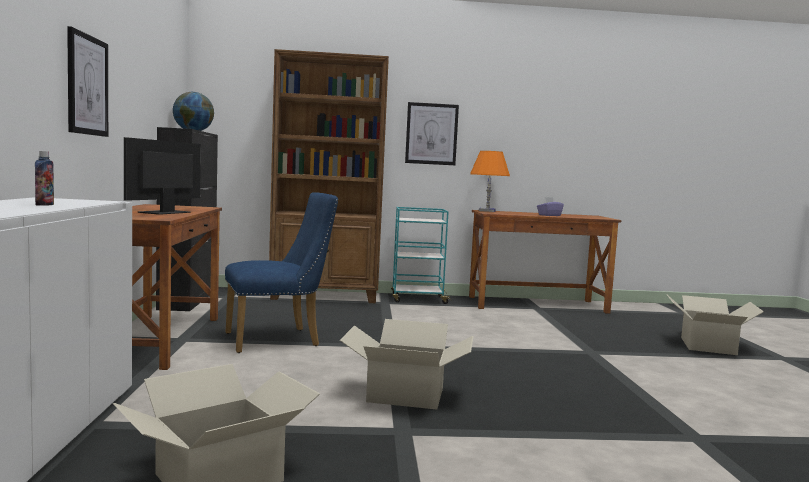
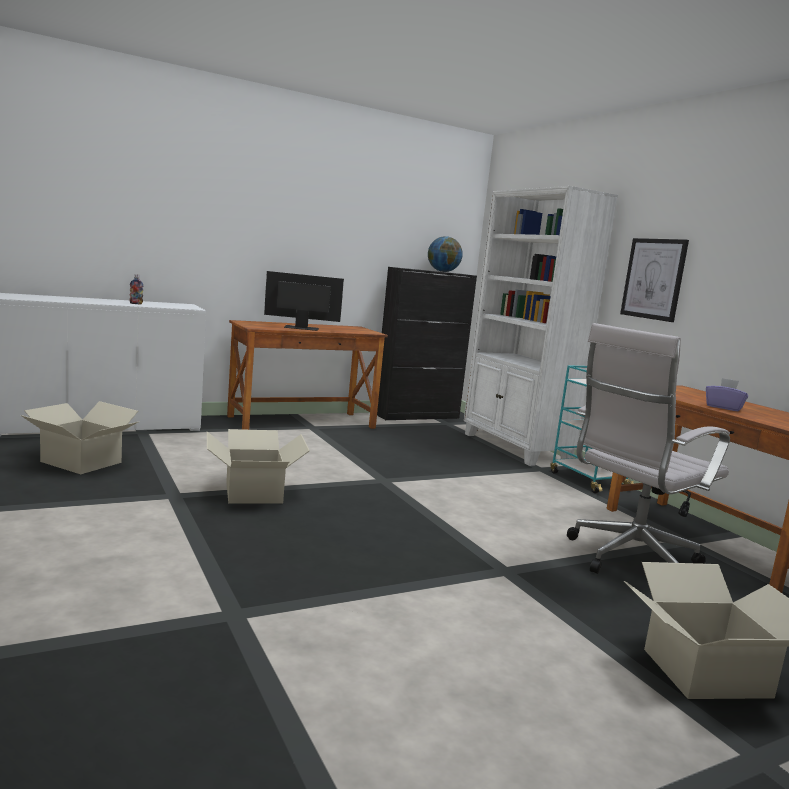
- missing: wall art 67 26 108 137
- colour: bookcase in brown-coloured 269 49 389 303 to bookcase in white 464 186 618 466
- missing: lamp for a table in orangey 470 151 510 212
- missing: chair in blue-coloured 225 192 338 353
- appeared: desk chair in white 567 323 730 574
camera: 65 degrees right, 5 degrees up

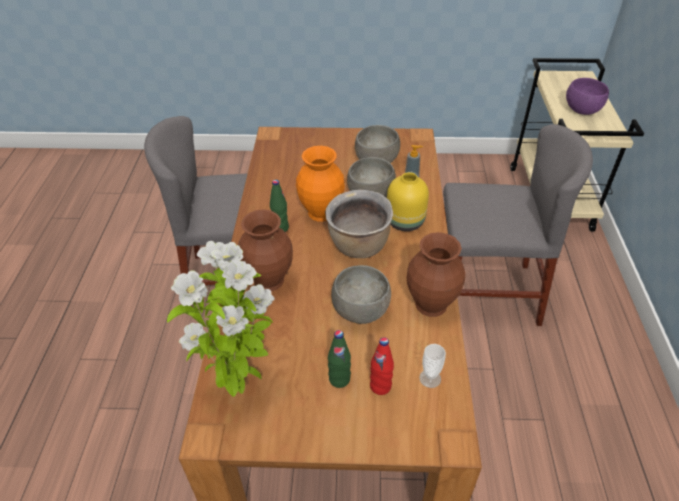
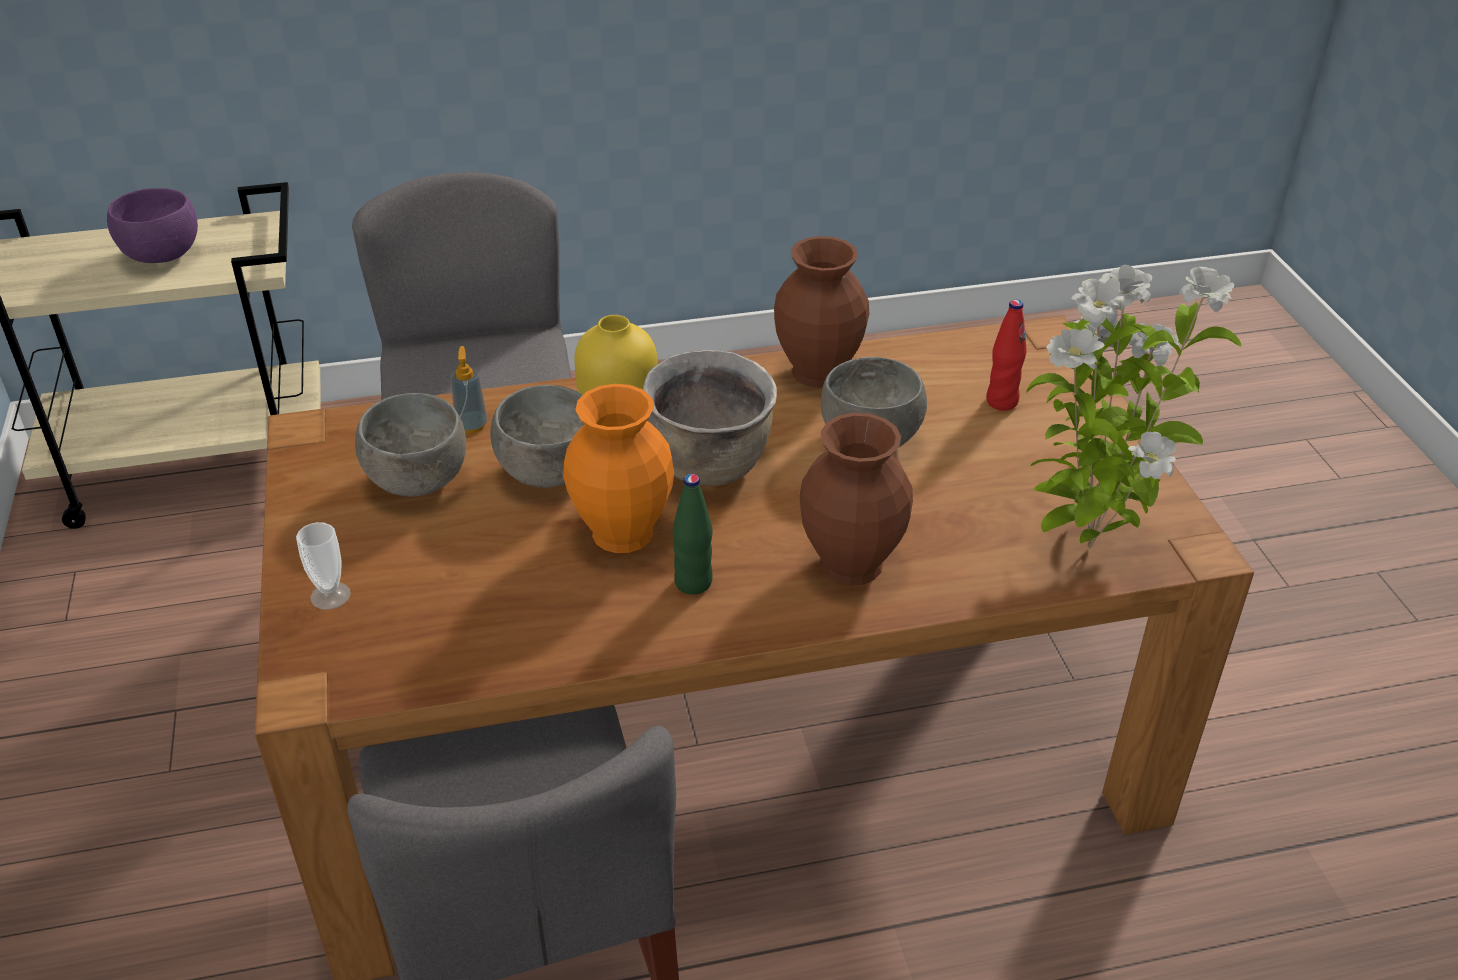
- missing: beverage bottle in green 328 330 351 388
- relocated: cup 419 344 446 388 to 296 522 351 610
camera: 105 degrees left, 5 degrees down

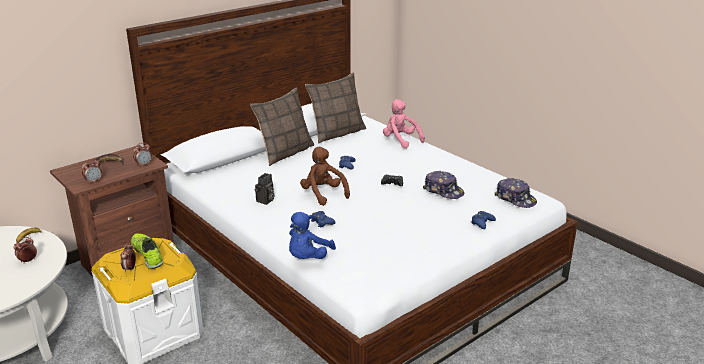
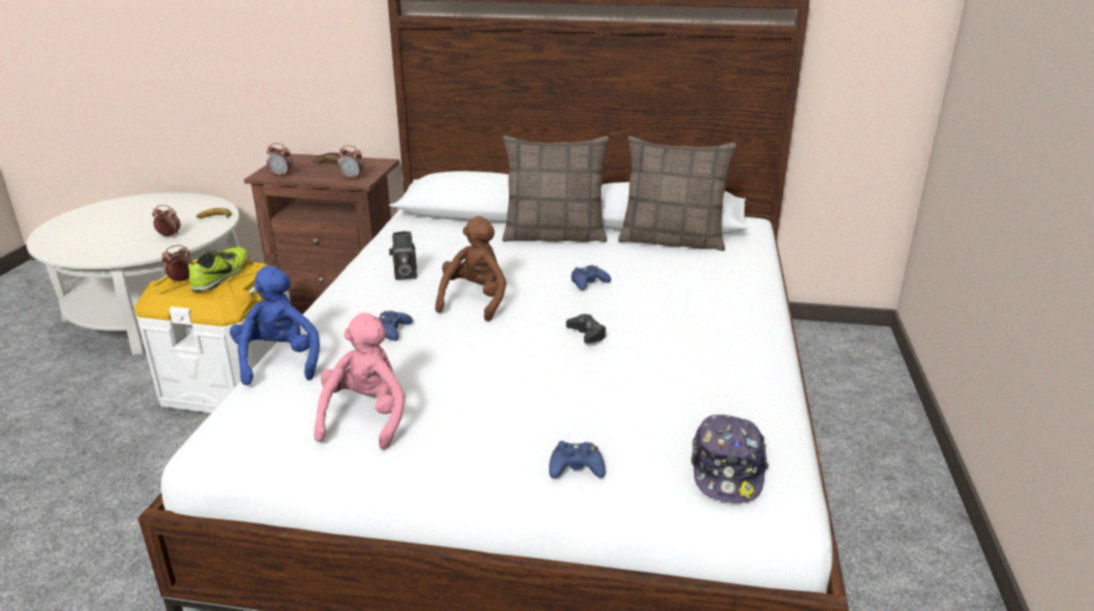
- relocated: cuddly toy in pinkish 383 99 425 149 to 314 313 405 450
- missing: baseball cap 423 171 464 199
- spun: cuddly toy in blue-coloured 289 212 336 259 = 230 266 320 385 90 degrees clockwise
camera: 50 degrees right, 0 degrees up

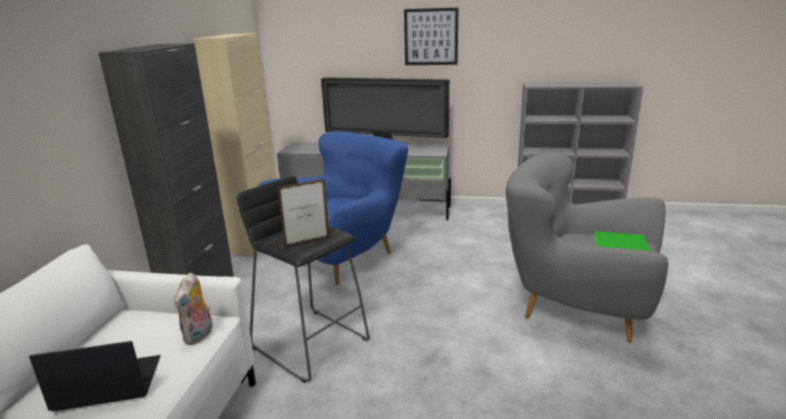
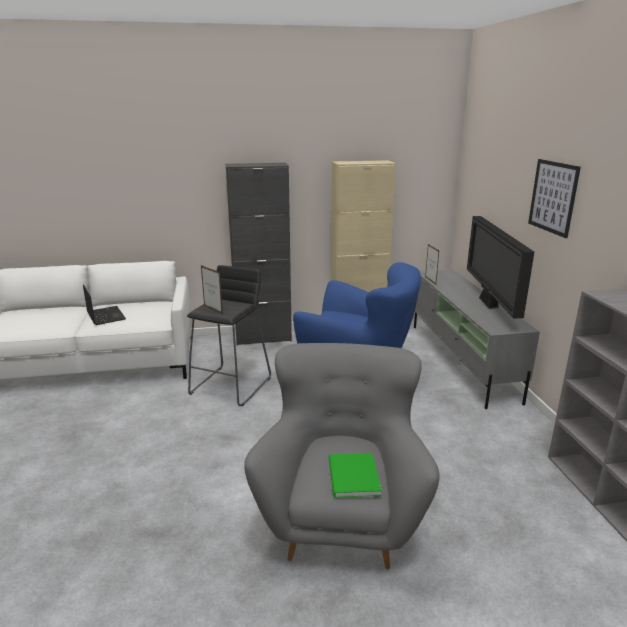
- missing: cuddly toy 174 273 213 345
- appeared: picture frame 425 244 439 285
camera: 70 degrees right, 0 degrees up

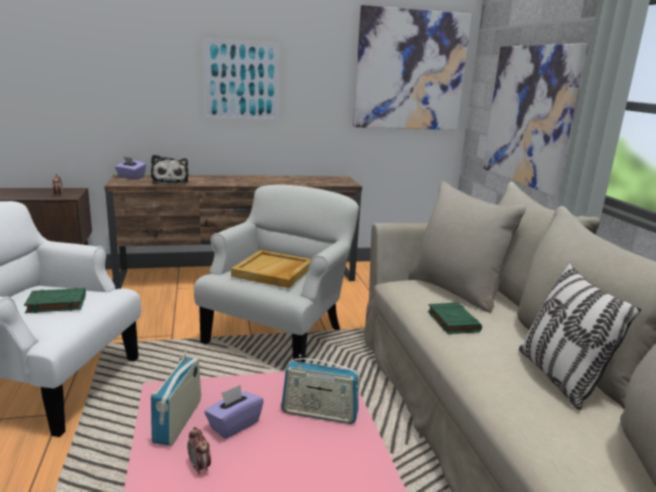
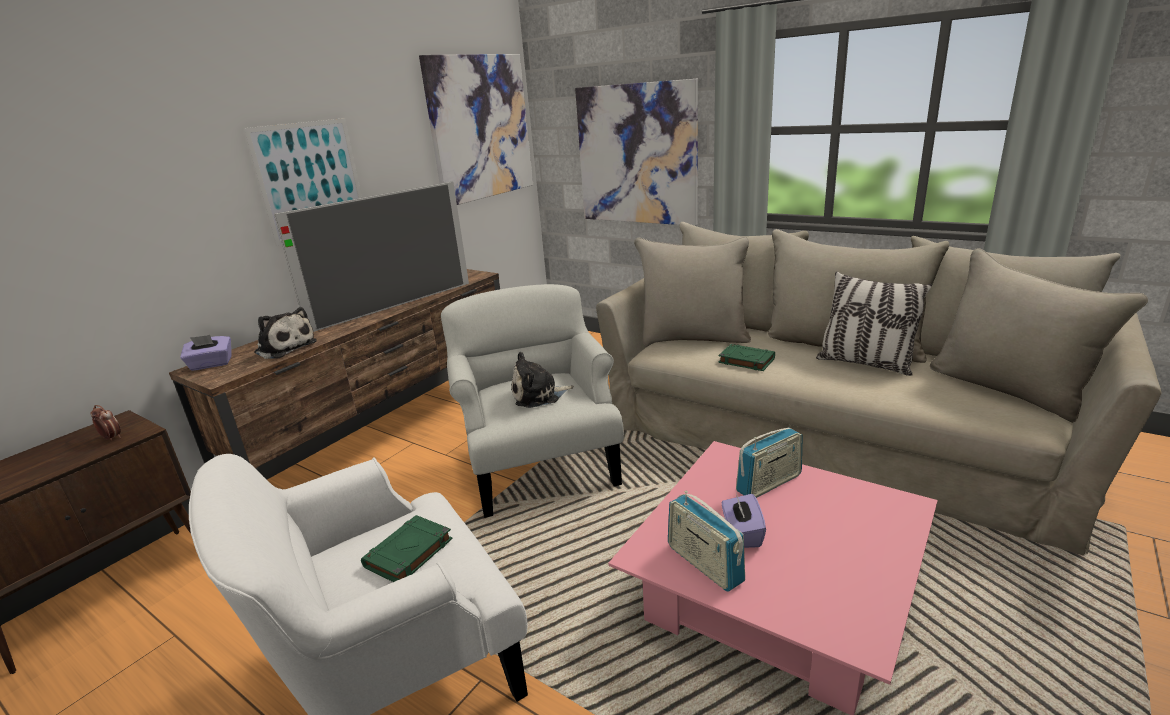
- exchanged: tray in sand-coloured 231 250 311 288 to cuddly toy 511 352 574 408
- missing: bedside clock 187 427 211 475
- appeared: TV 274 182 469 332
camera: 40 degrees left, 5 degrees up

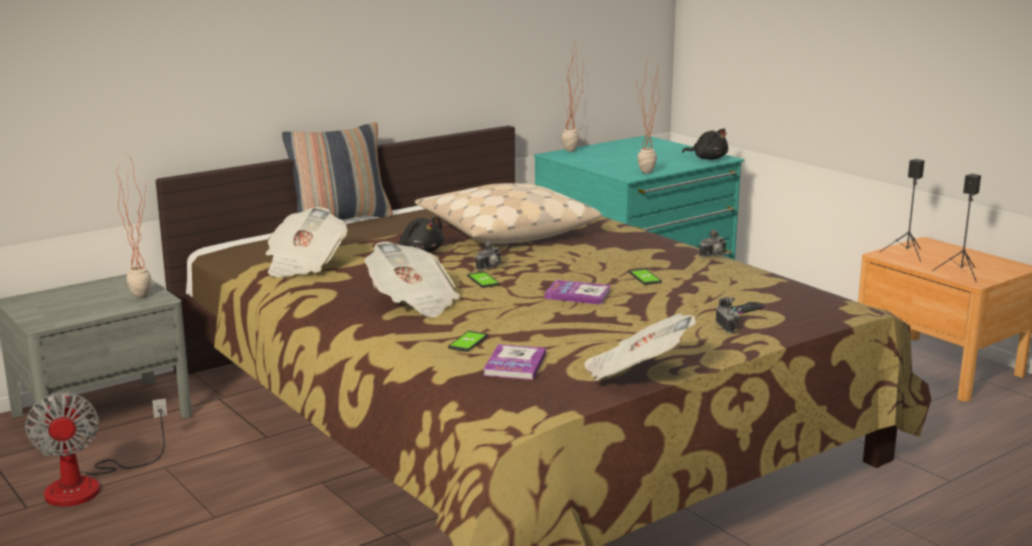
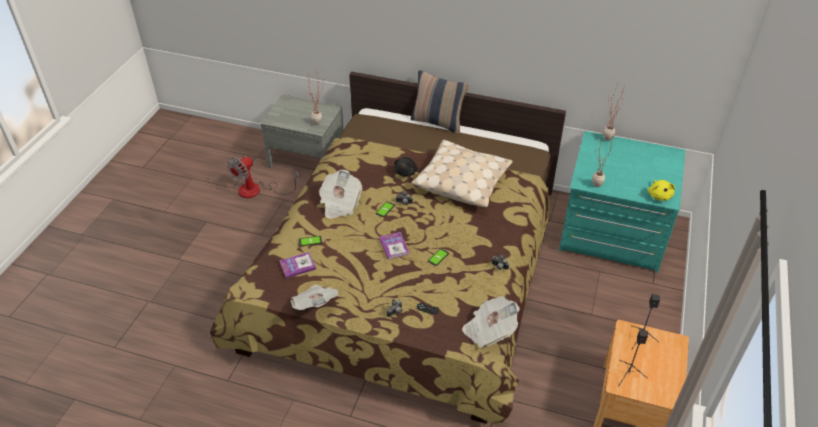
- colour: cuddly toy in black 682 128 728 160 to cuddly toy in yellowish 648 180 675 201
- relocated: daily paper 265 207 347 277 to 462 296 520 348
camera: 55 degrees right, 25 degrees up

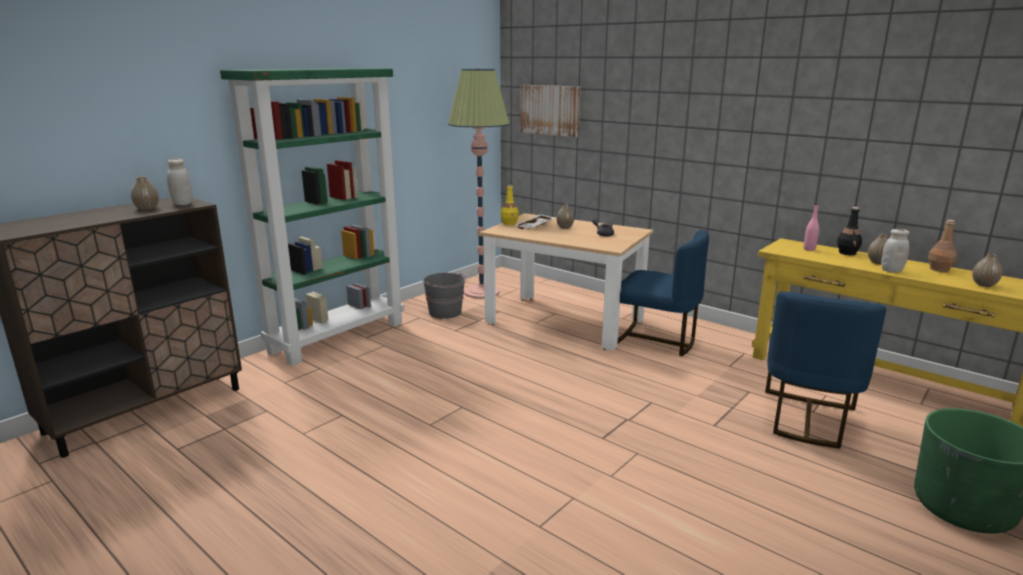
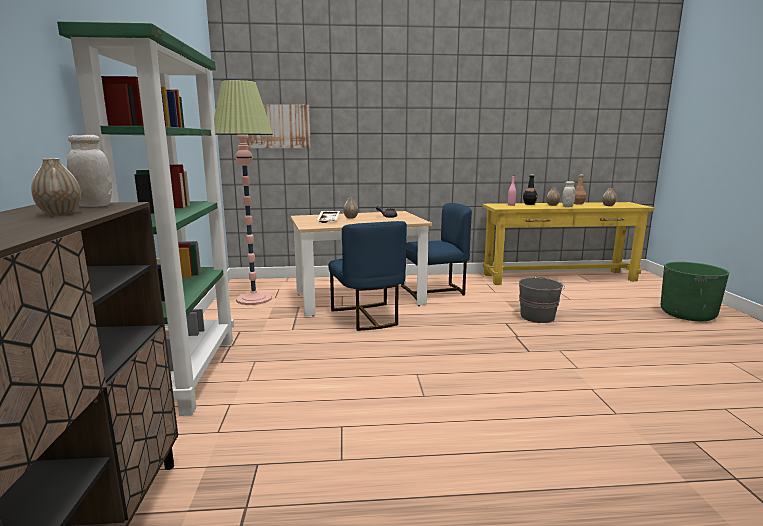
- missing: beverage bottle in yellowish 501 185 519 225
- relocated: water bucket in grey 423 273 467 319 to 519 276 565 323
- relocated: chair in blue-coloured 765 291 886 448 to 329 221 407 331
camera: 45 degrees left, 5 degrees down

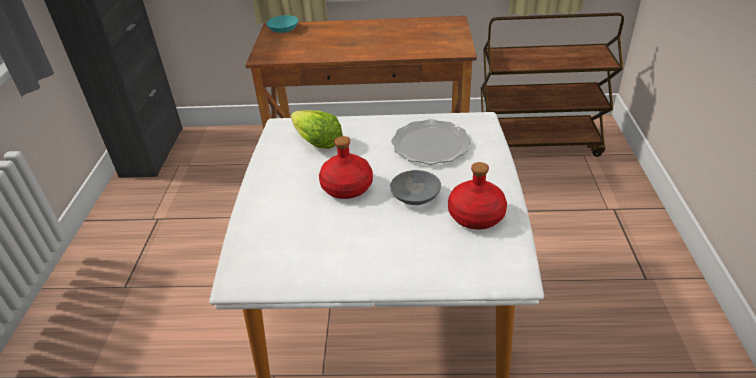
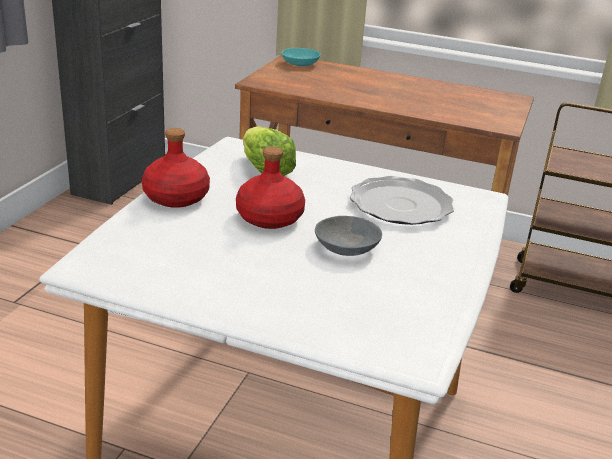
- relocated: beverage bottle in reddish 448 162 507 230 to 142 128 210 208
camera: 15 degrees right, 10 degrees down

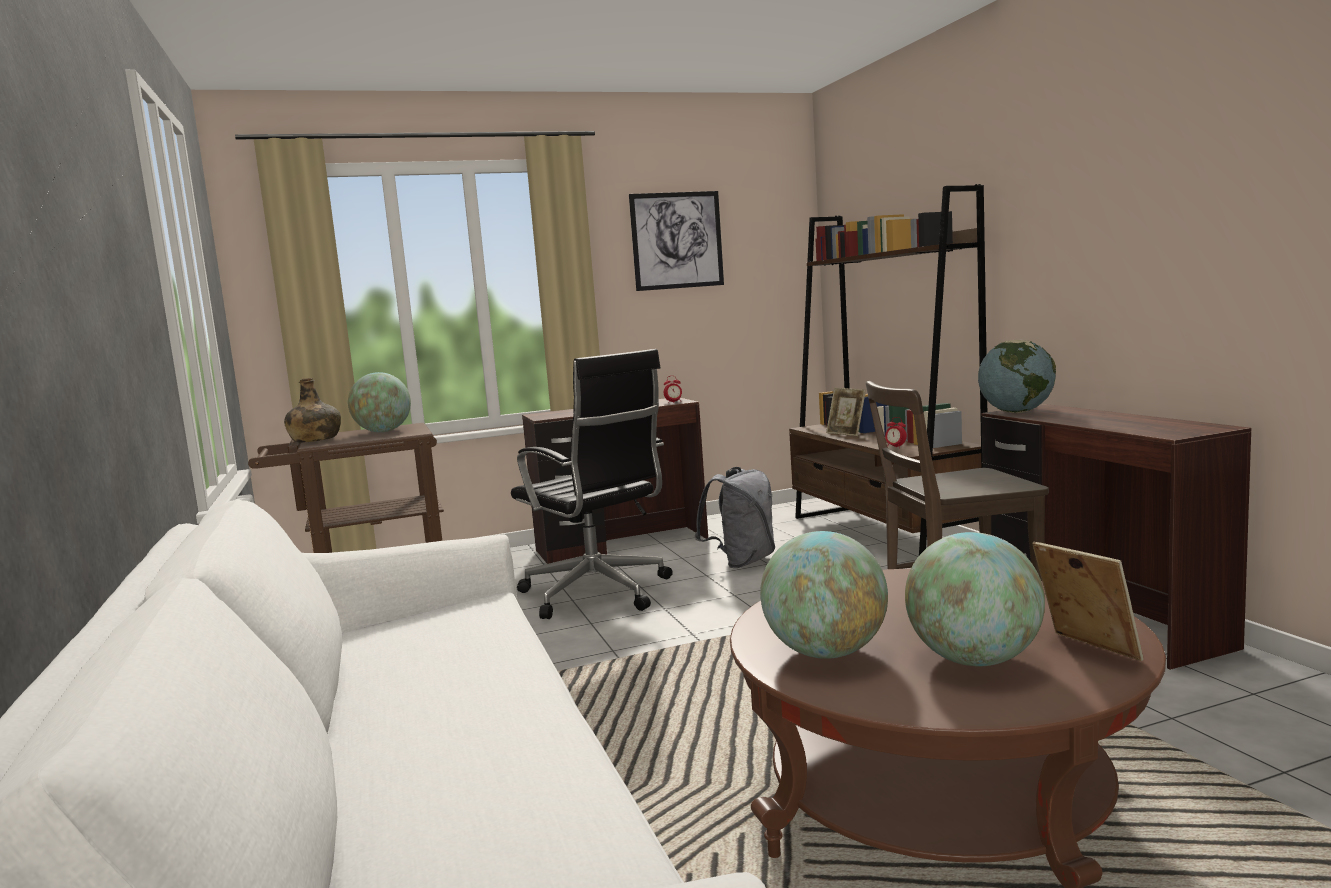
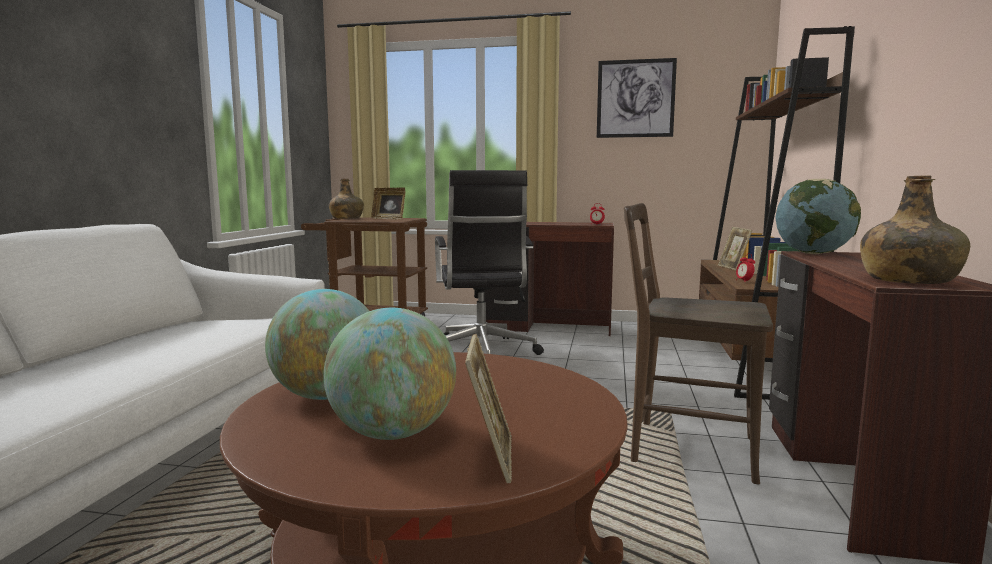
- exchanged: world globe 348 372 411 432 to picture frame 371 187 406 220
- missing: knapsack in grey 695 467 775 568
- appeared: beverage bottle in green 860 175 970 284
camera: 30 degrees right, 0 degrees up

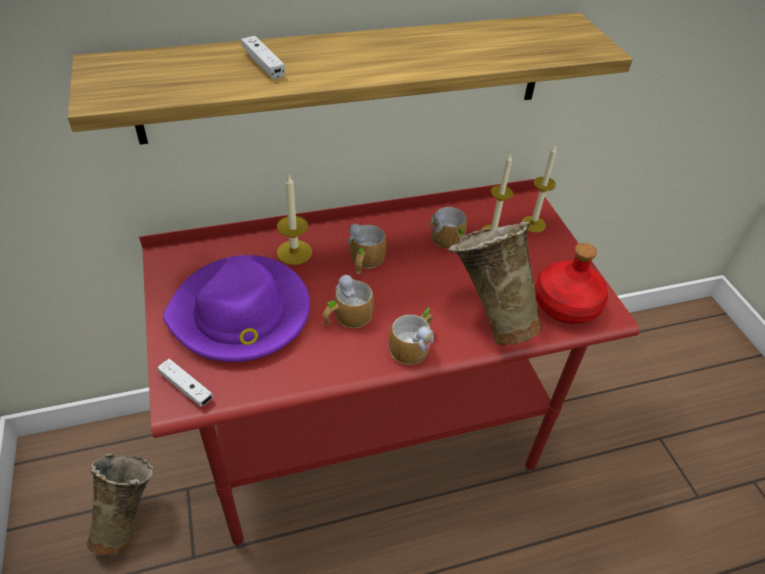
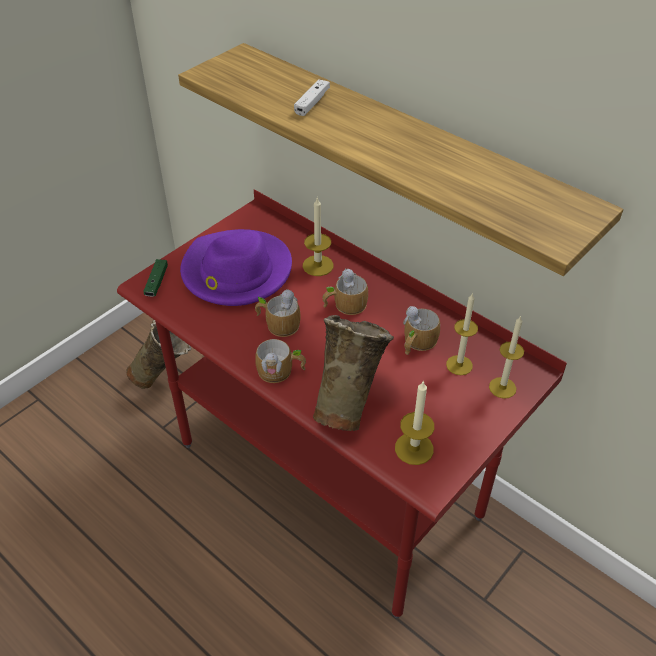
- exchanged: beverage bottle in reddish 535 243 608 324 to wax candle 395 380 434 465
- colour: game controller in white 157 359 213 407 to game controller in green 143 259 168 297
camera: 60 degrees right, 0 degrees up

